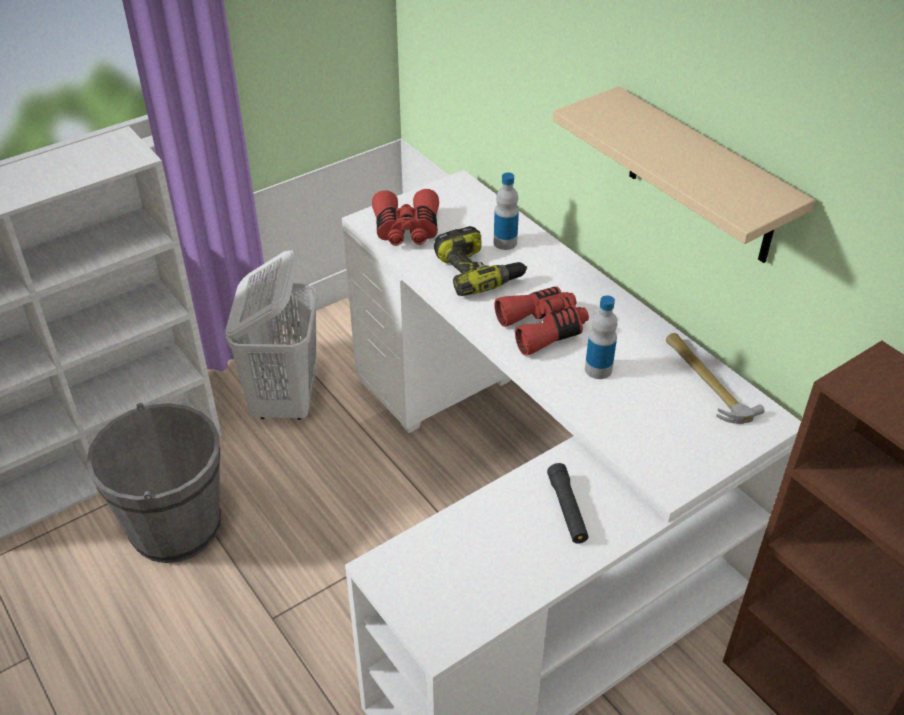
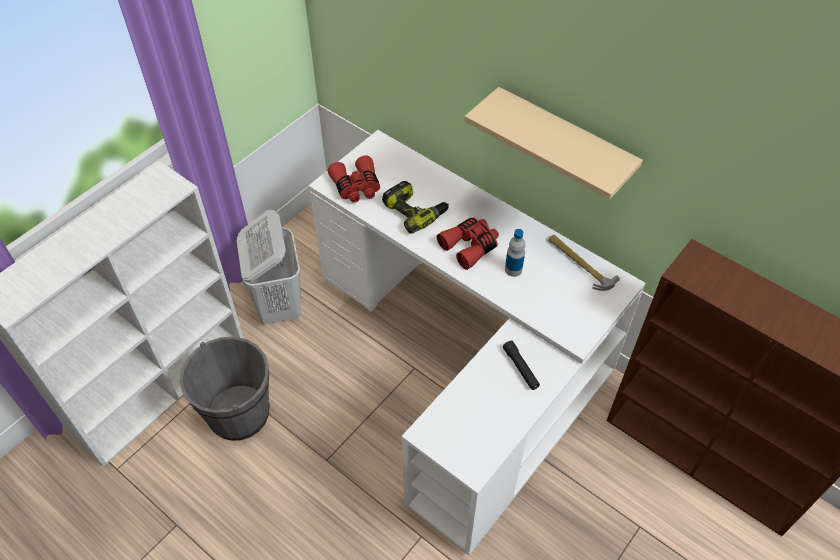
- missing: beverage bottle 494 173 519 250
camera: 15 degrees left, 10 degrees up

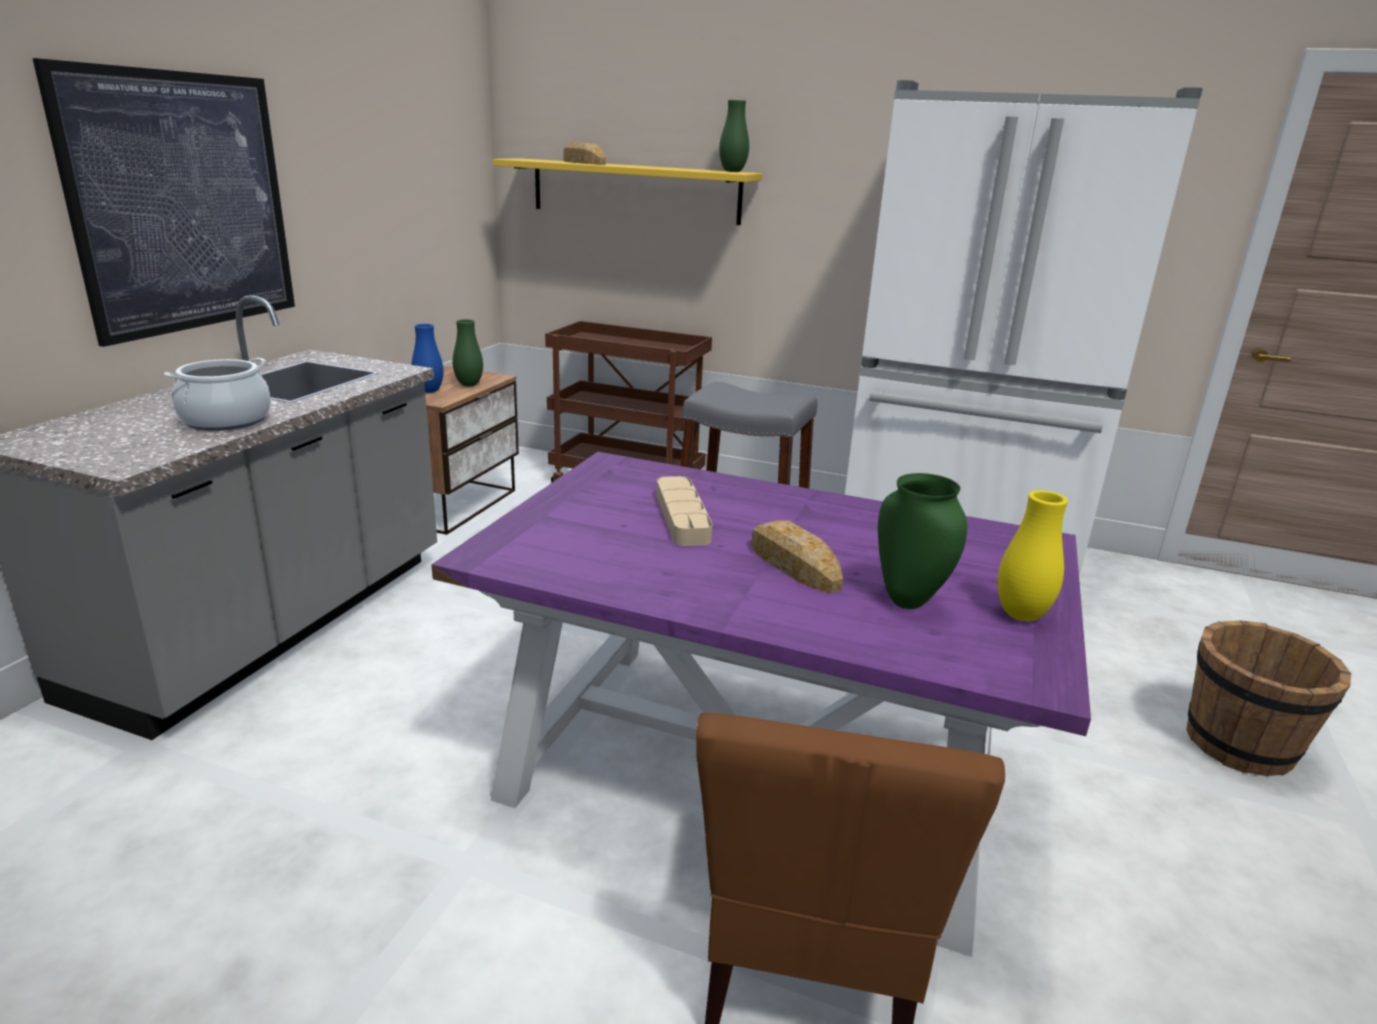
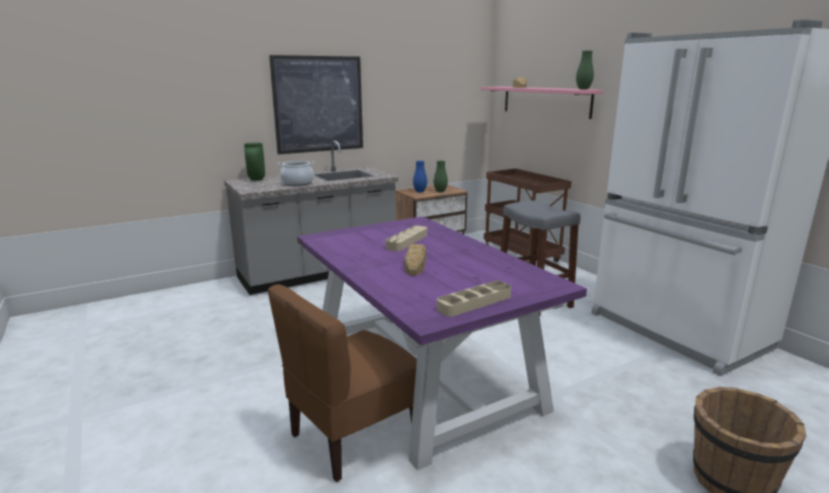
- colour: shelf in yellowish 493 158 762 225 to shelf in pinkish 481 87 603 119
- relocated: vase in green 878 473 967 609 to 244 143 265 181
- exchanged: vase in yellowish 998 490 1068 621 to tray in sand-coloured 437 281 511 317
camera: 40 degrees right, 5 degrees down

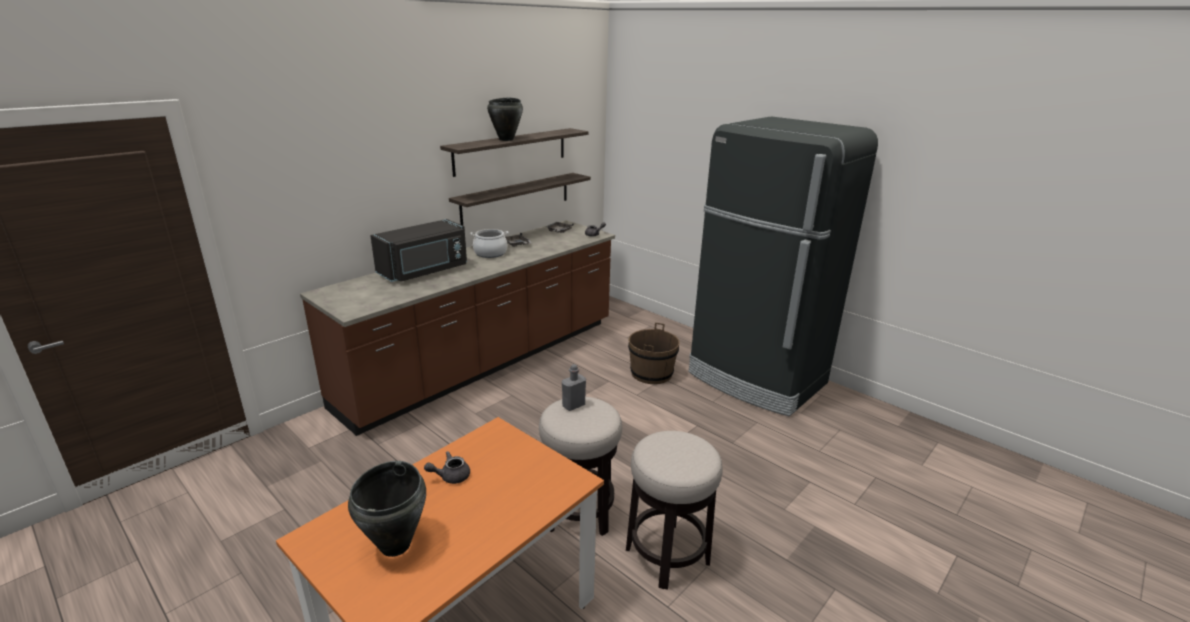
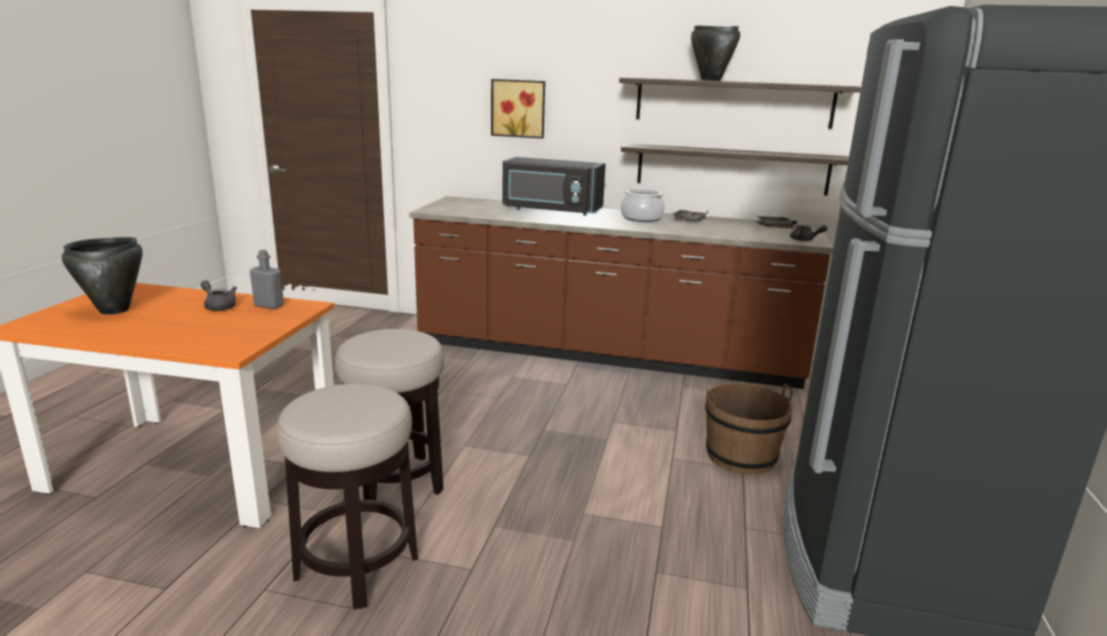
- relocated: beverage bottle in grey 562 364 586 411 to 250 250 284 309
- appeared: wall art 491 79 545 139
camera: 60 degrees right, 5 degrees down

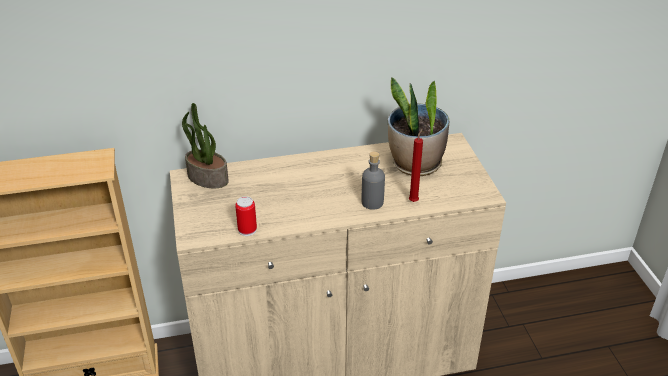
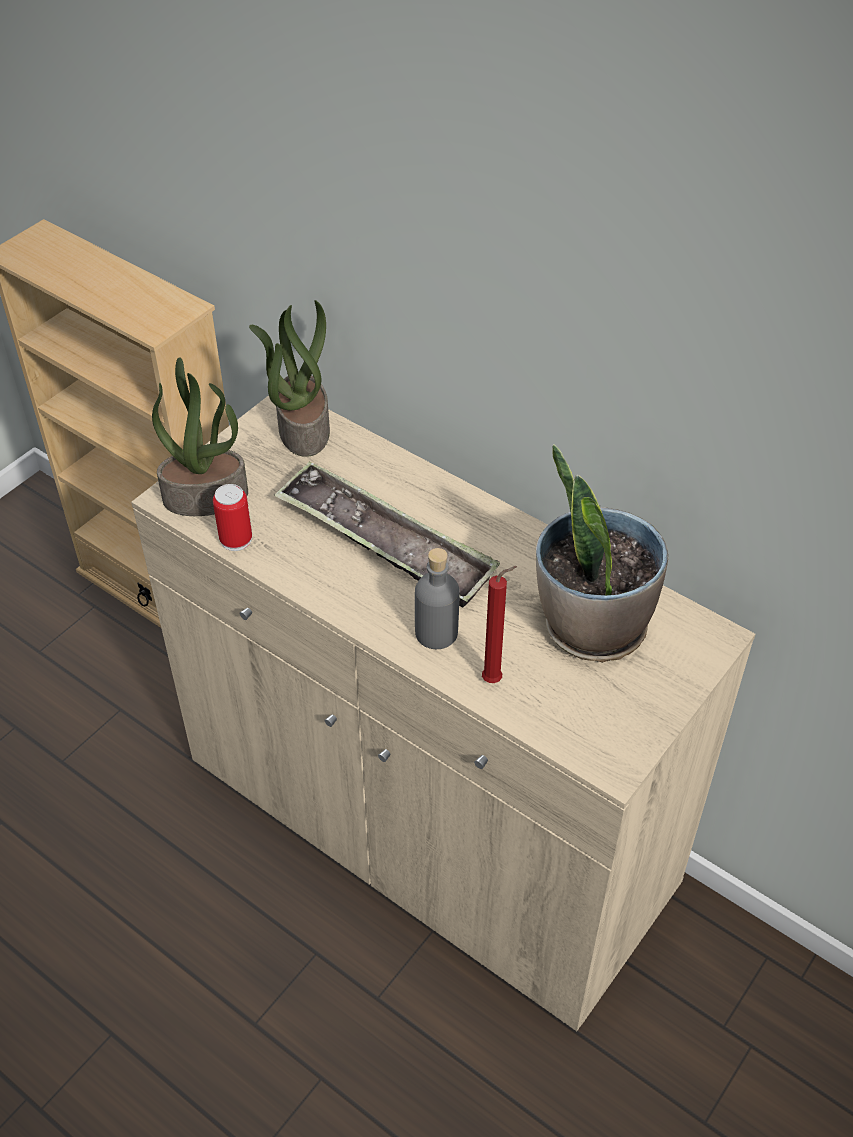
- appeared: potted plant 152 357 248 516
- appeared: tray 274 461 500 607
camera: 50 degrees right, 10 degrees up

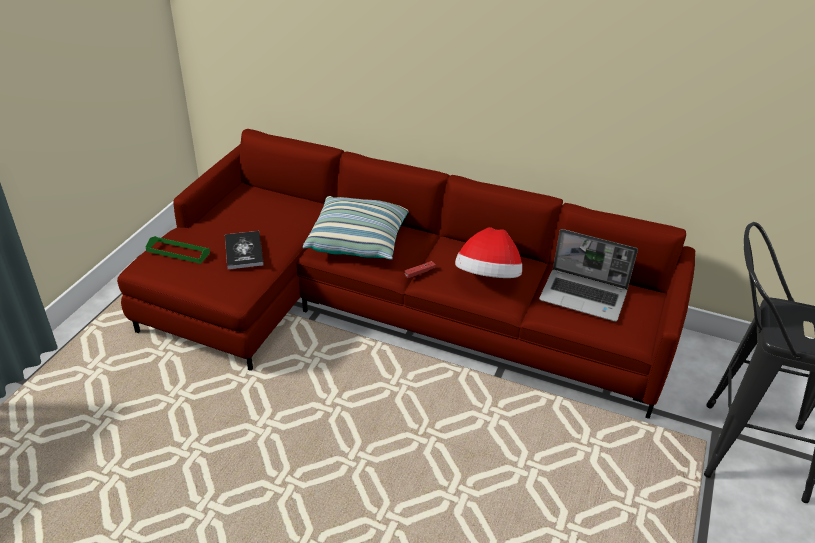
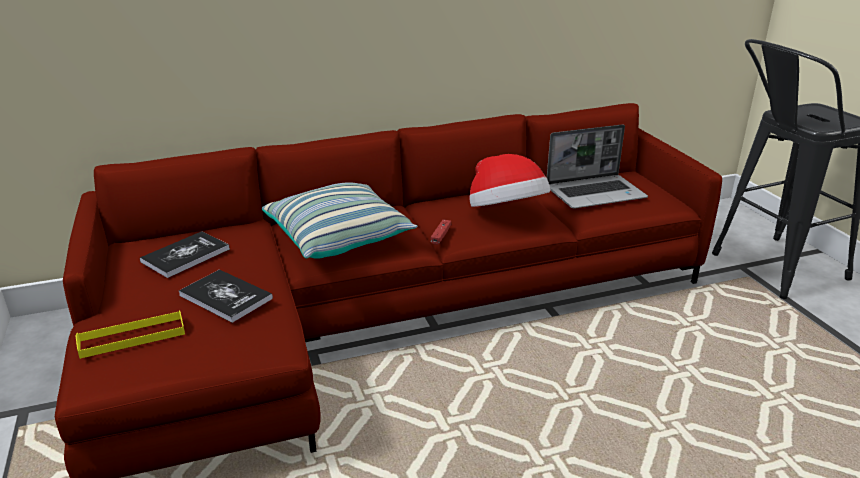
- colour: tray in green 145 236 210 264 to tray in yellowish 75 310 185 359
- appeared: book 140 231 230 278
camera: 40 degrees left, 10 degrees down

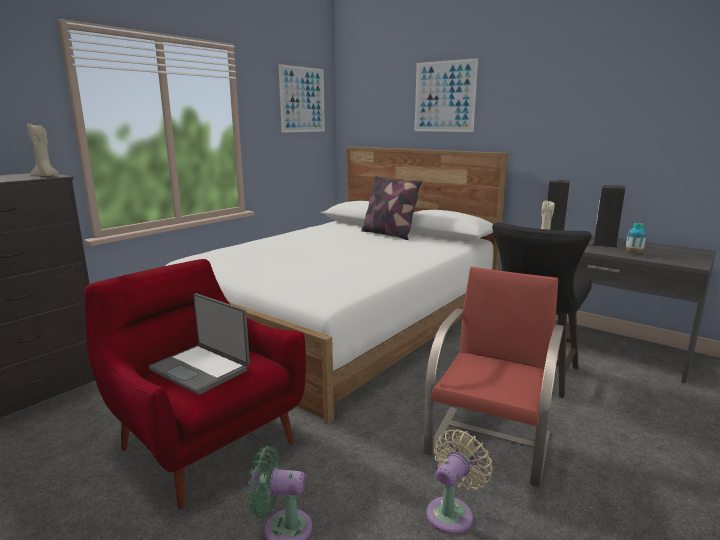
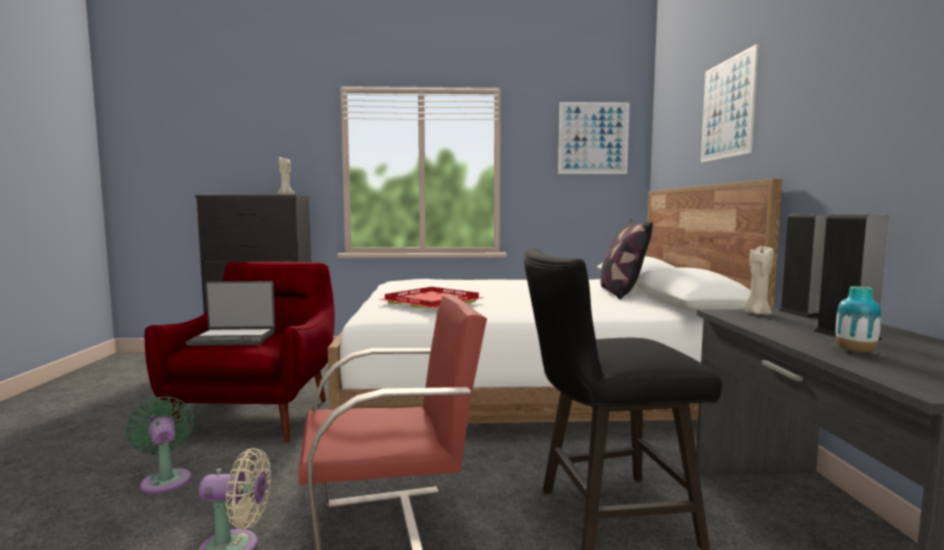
- spun: laptop 149 293 250 395 = 186 281 276 346 90 degrees counterclockwise
- appeared: tray in reddish 379 287 484 308
camera: 50 degrees right, 10 degrees down

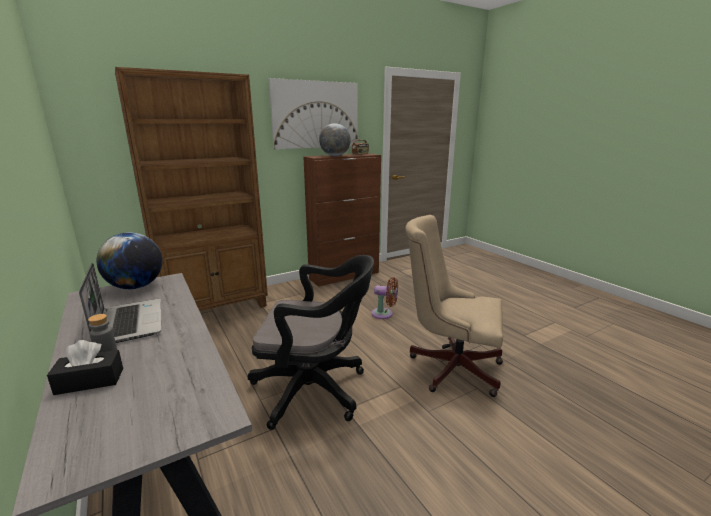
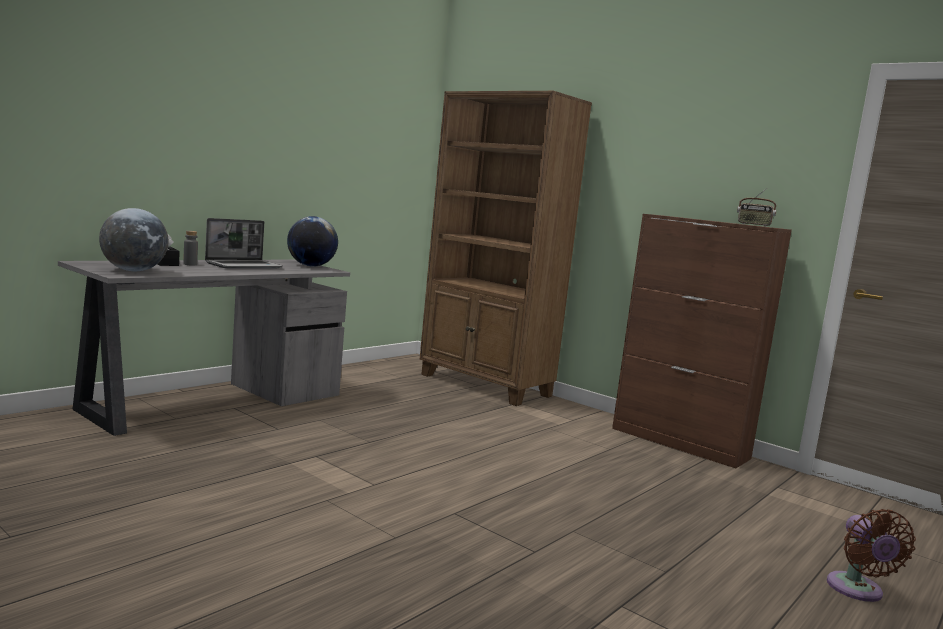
- missing: wall art 269 78 358 149
- relocated: world globe 319 123 351 156 to 99 208 169 271
- missing: desk chair in sand-coloured 405 215 503 397
- missing: desk chair in black 248 255 374 430
- relocated: cooling fan in brown-coloured 371 277 398 319 to 827 509 916 602
camera: 70 degrees right, 10 degrees down

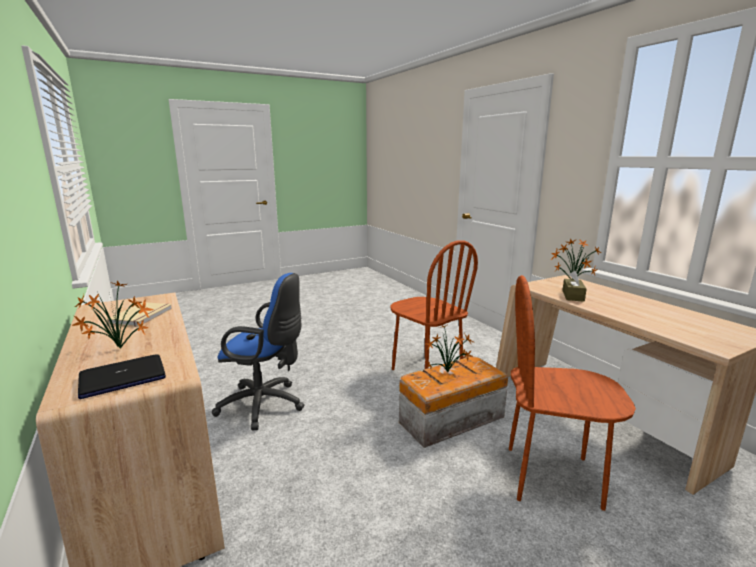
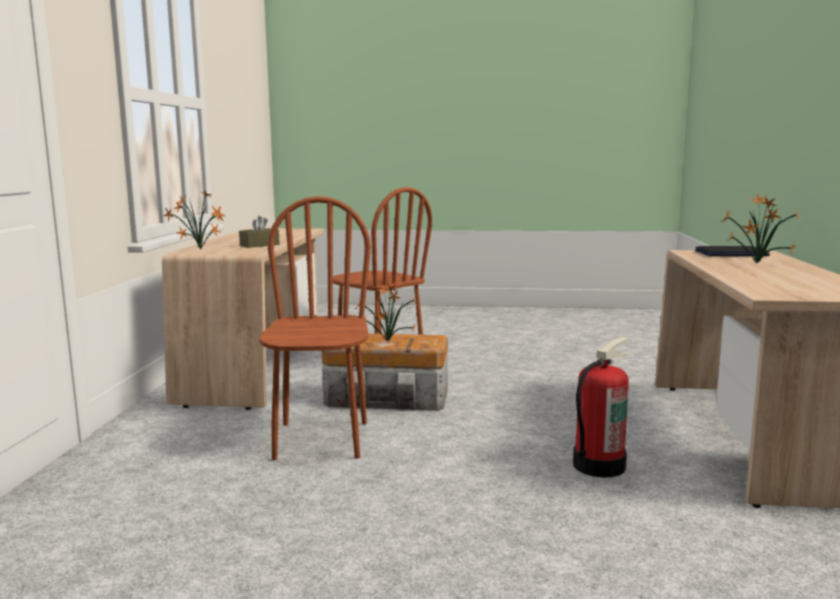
- exchanged: desk chair in blue-coloured 212 273 304 430 to fire-fighting cylinder 573 337 631 477
- missing: book in sand-coloured 107 302 172 327
camera: 145 degrees left, 5 degrees down

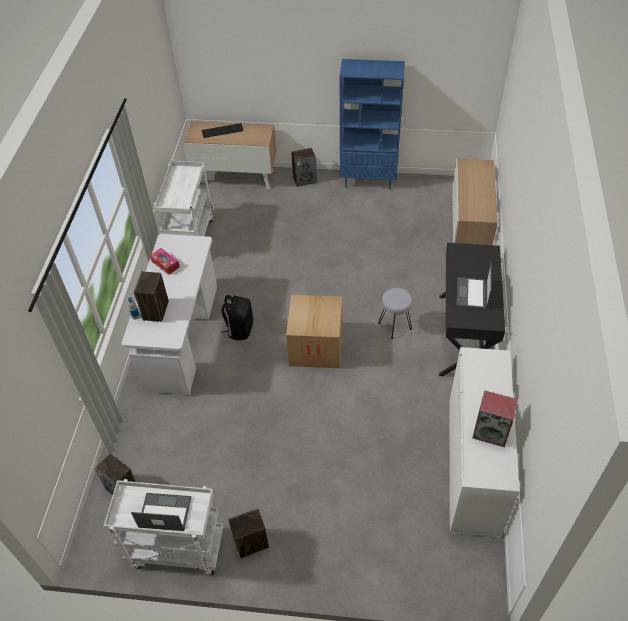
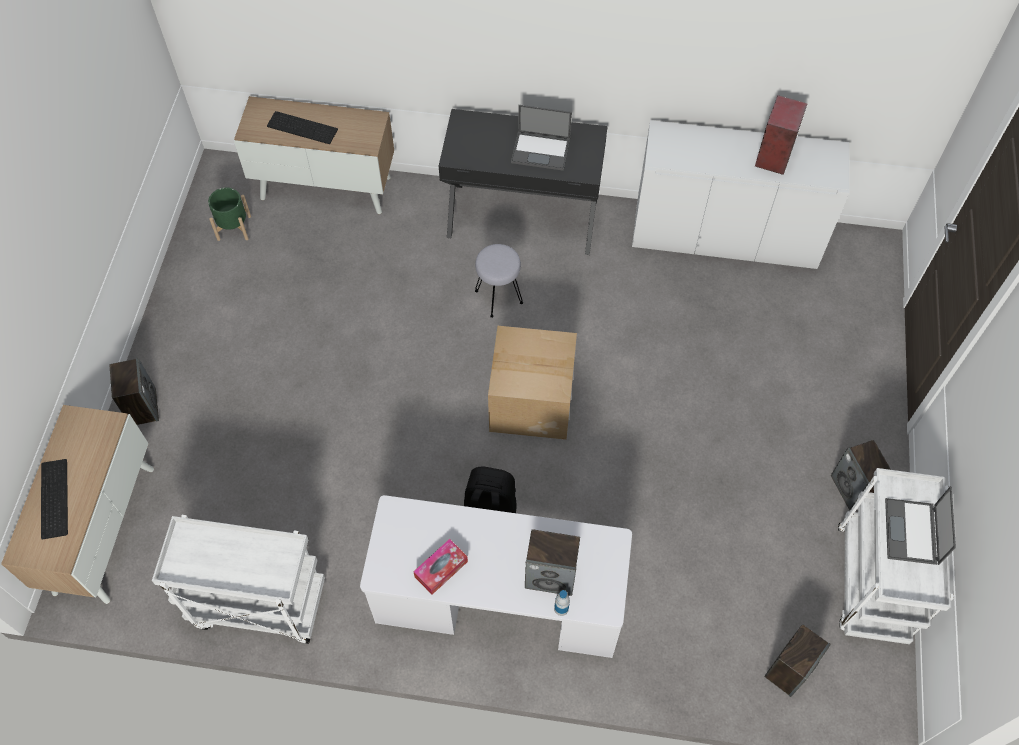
- missing: bookcase in blue-coloured 340 59 405 190
- appeared: PC keyboard 267 111 338 144
- appeared: flower pot in green 208 187 251 241
camera: 90 degrees left, 10 degrees up

